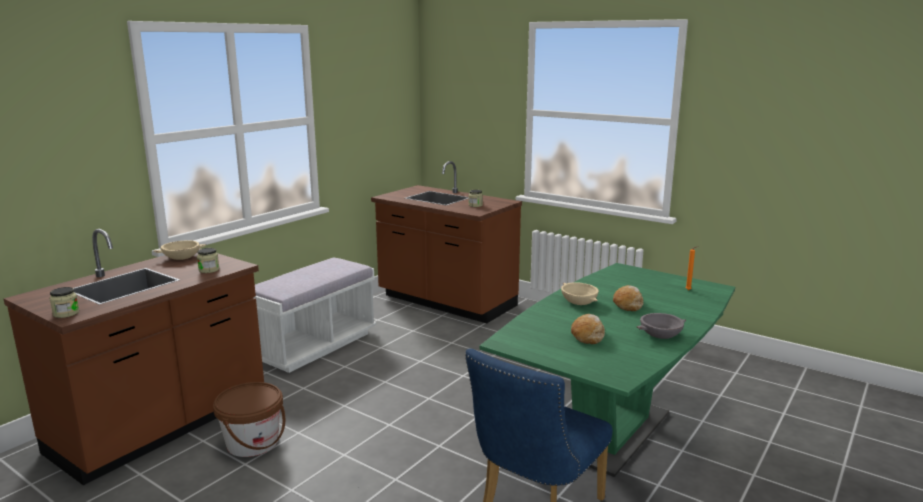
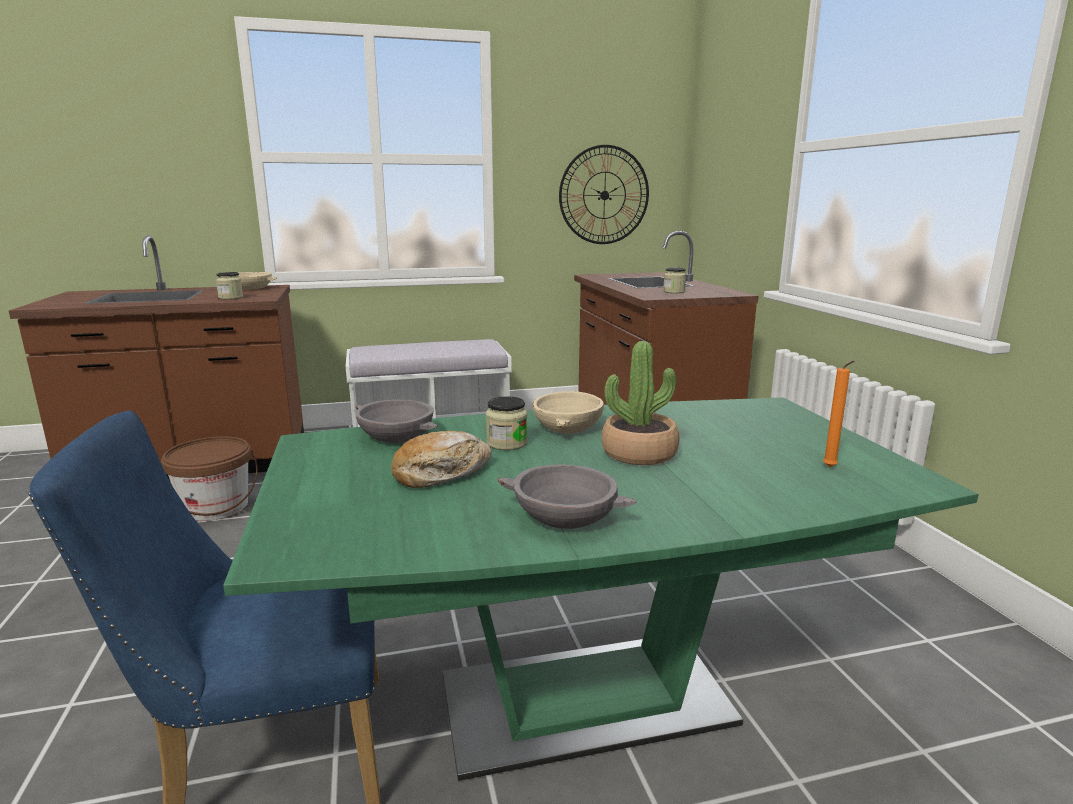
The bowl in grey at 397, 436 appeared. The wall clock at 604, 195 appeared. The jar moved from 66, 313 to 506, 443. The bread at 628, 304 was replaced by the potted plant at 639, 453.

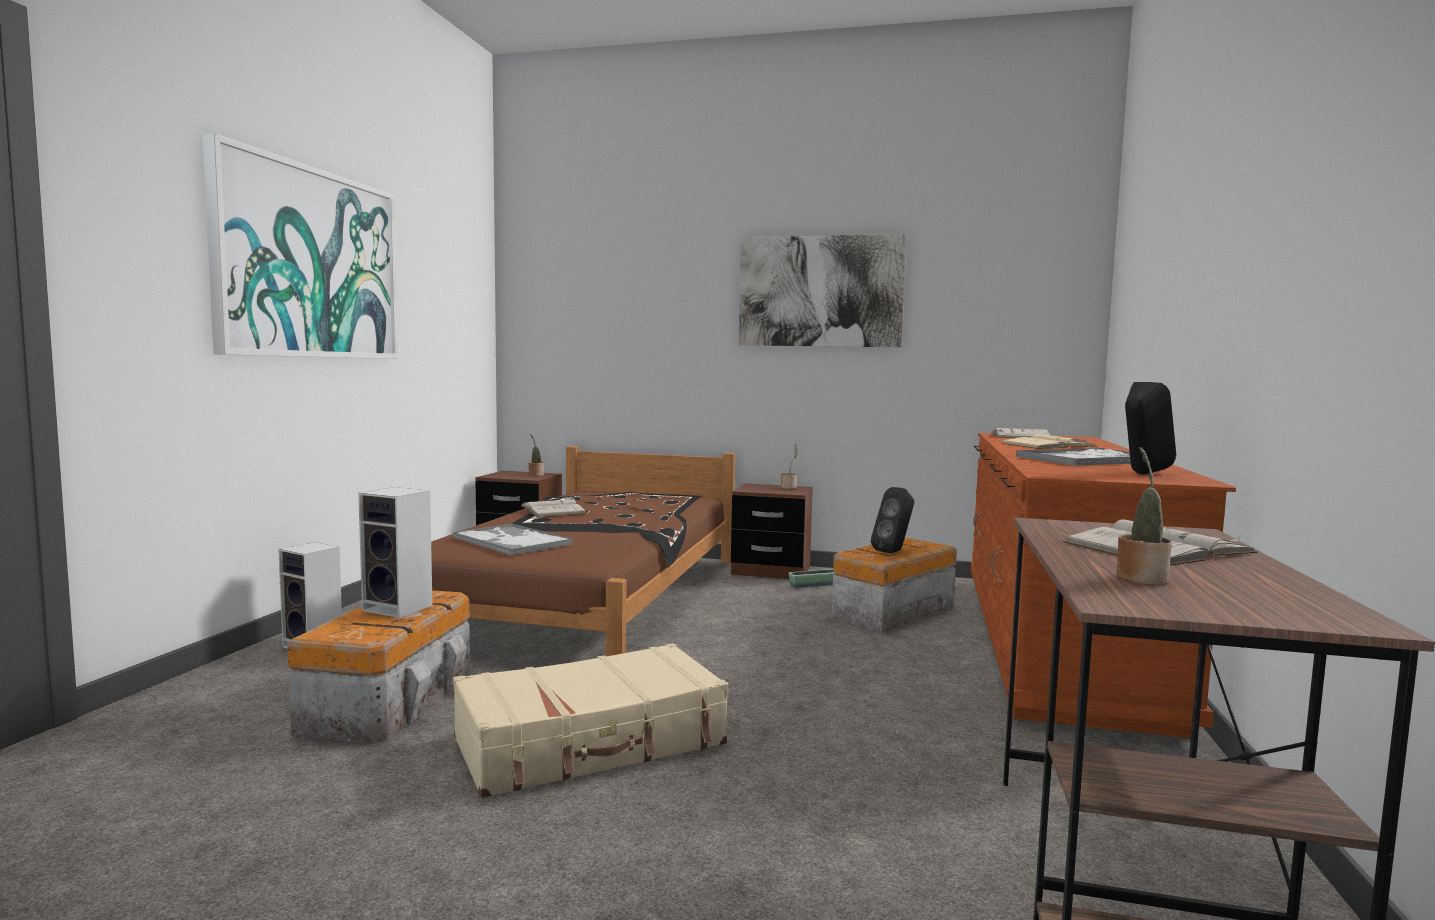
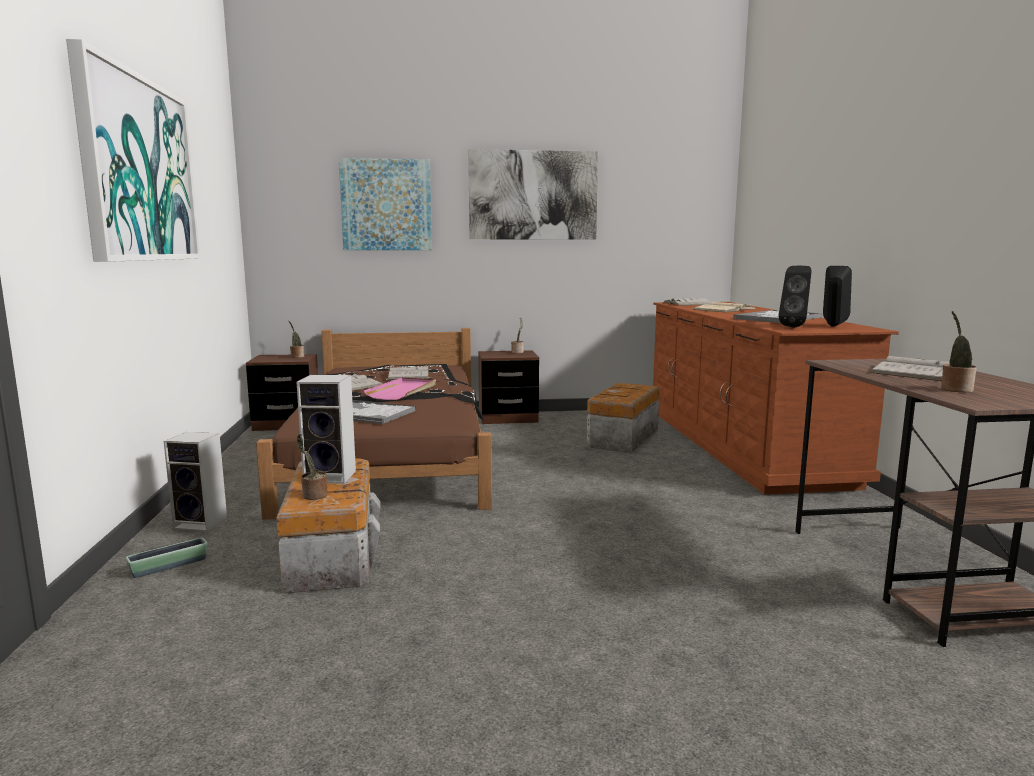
The suitcase in beige at 592, 743 disappeared. The potted plant at 313, 496 appeared. The picture at 386, 205 appeared. The tray in pink at 403, 391 appeared. The book in white at 409, 374 appeared. The planter moved from 813, 585 to 169, 566. The speaker in black moved from 894, 552 to 794, 327.

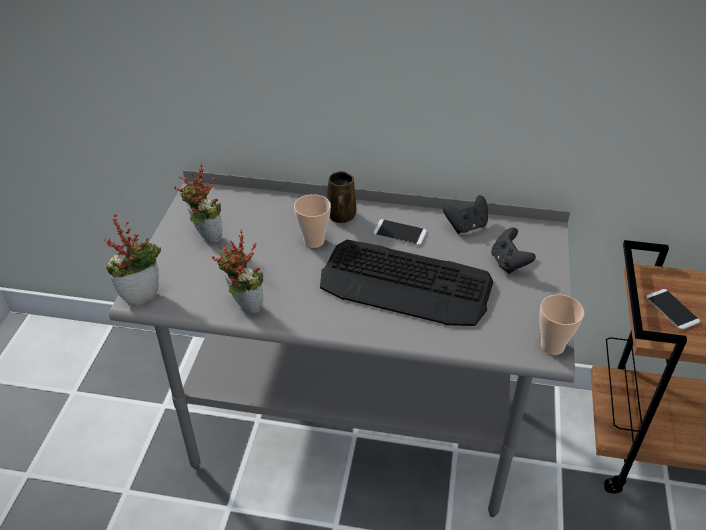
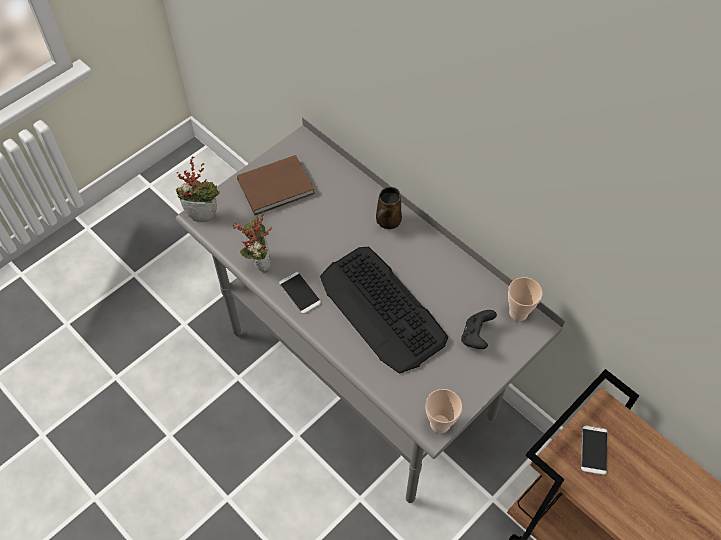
The game controller in black at 466, 226 disappeared. The cup moved from 314, 241 to 518, 313. The phone moved from 399, 233 to 300, 293. The potted plant at 205, 237 was replaced by the book in brown at 278, 187.

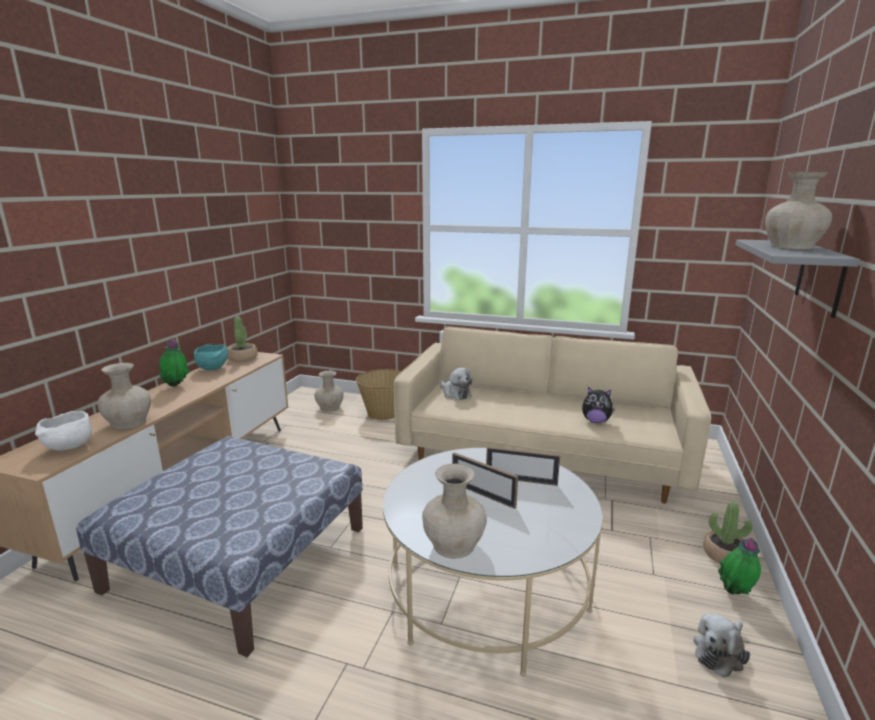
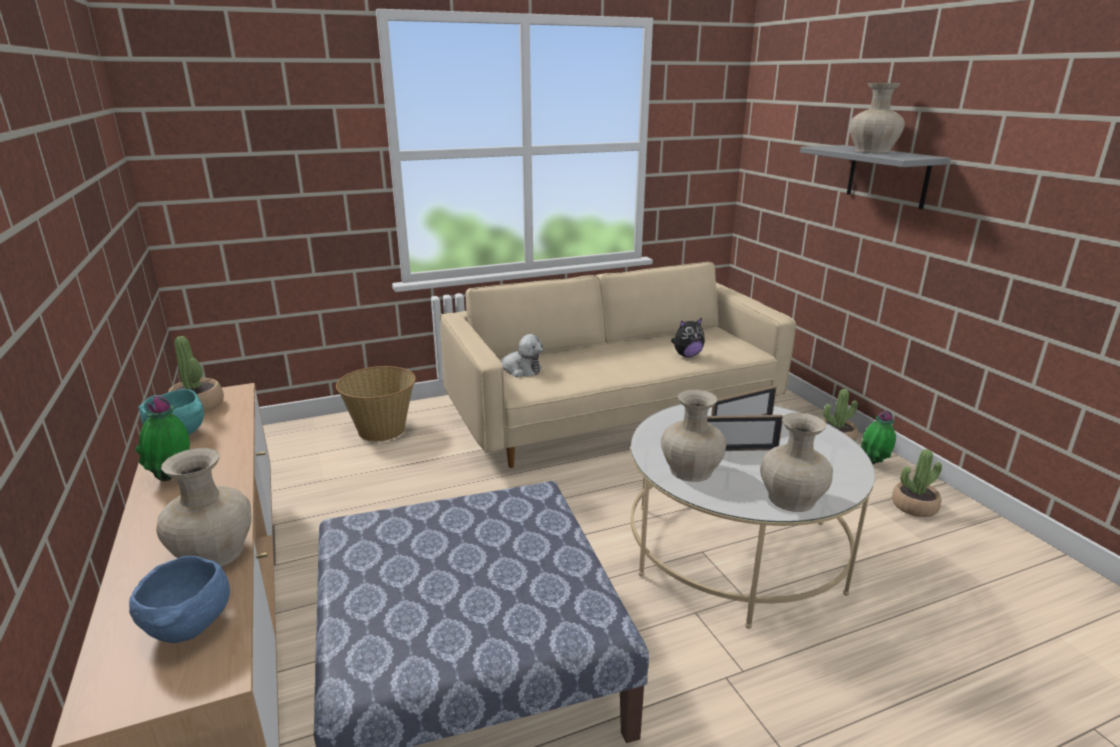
The vase in beige moved from 329, 408 to 691, 471. The plush toy at 720, 652 was replaced by the potted plant at 914, 506. The bowl in white at 69, 447 became the bowl in blue at 190, 628.

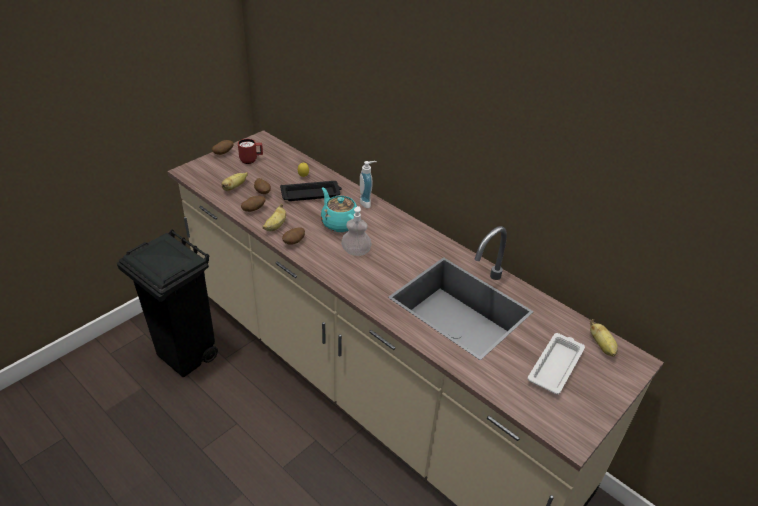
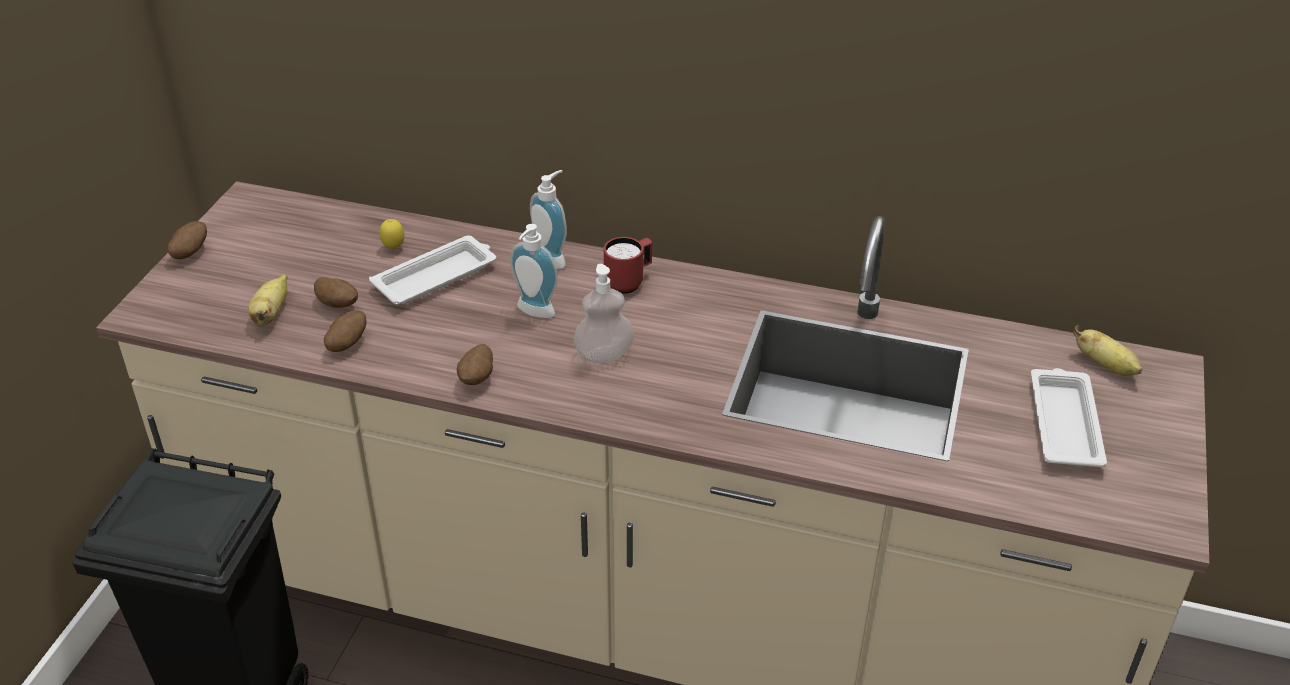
The banana at 275, 226 disappeared. The mug in red moved from 251, 160 to 629, 282. The teapot in turquoise at 339, 223 was replaced by the soap dispenser at 533, 313. The tray in black at 311, 194 became the tray in white at 437, 276.

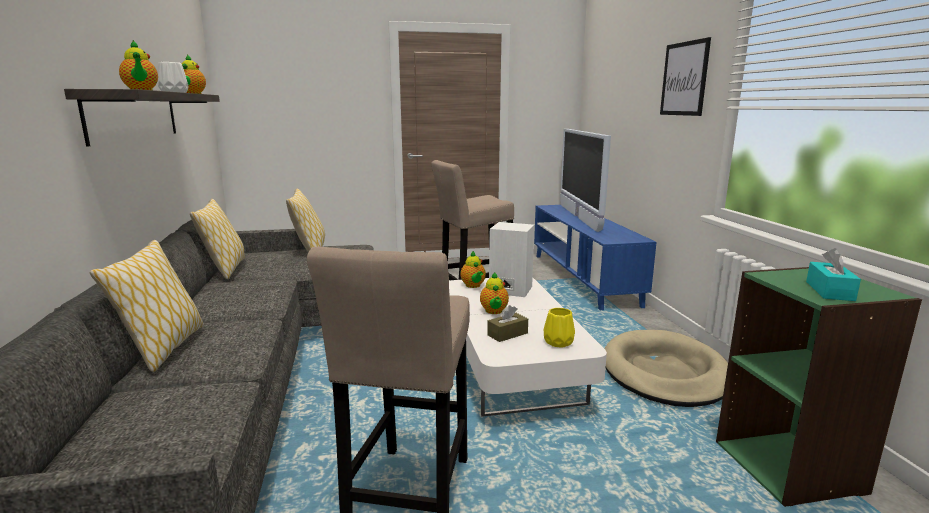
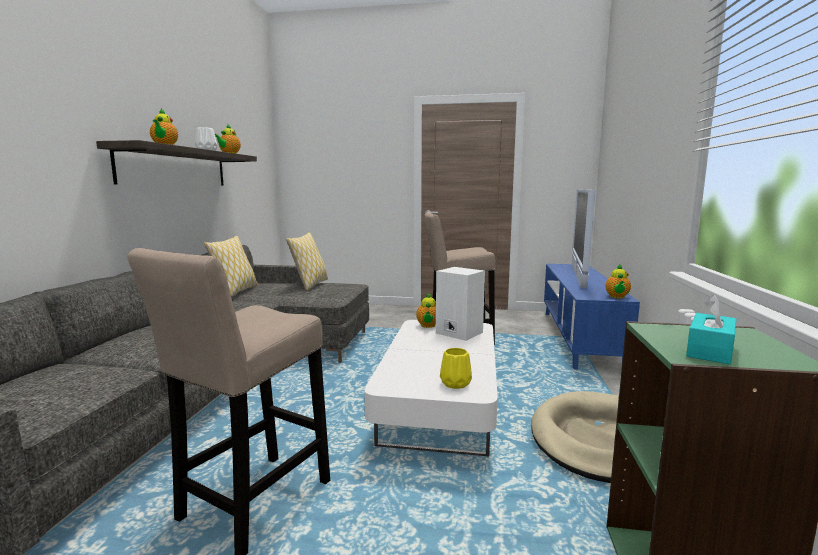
The pillow at 164, 348 disappeared. The tissue box in brown at 507, 334 disappeared. The picture at 684, 79 disappeared. The teapot moved from 494, 311 to 617, 297.

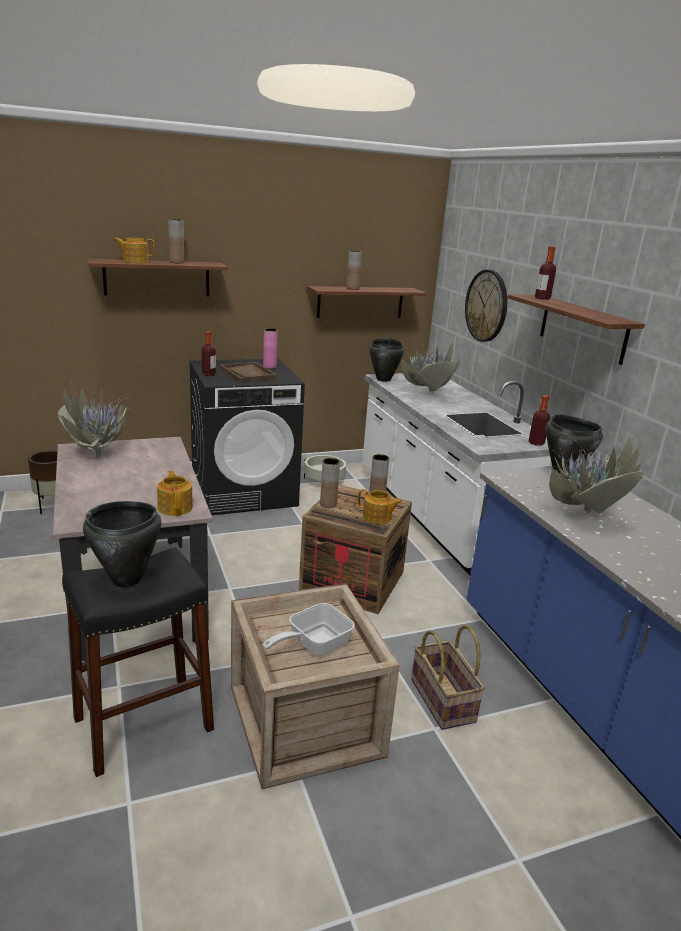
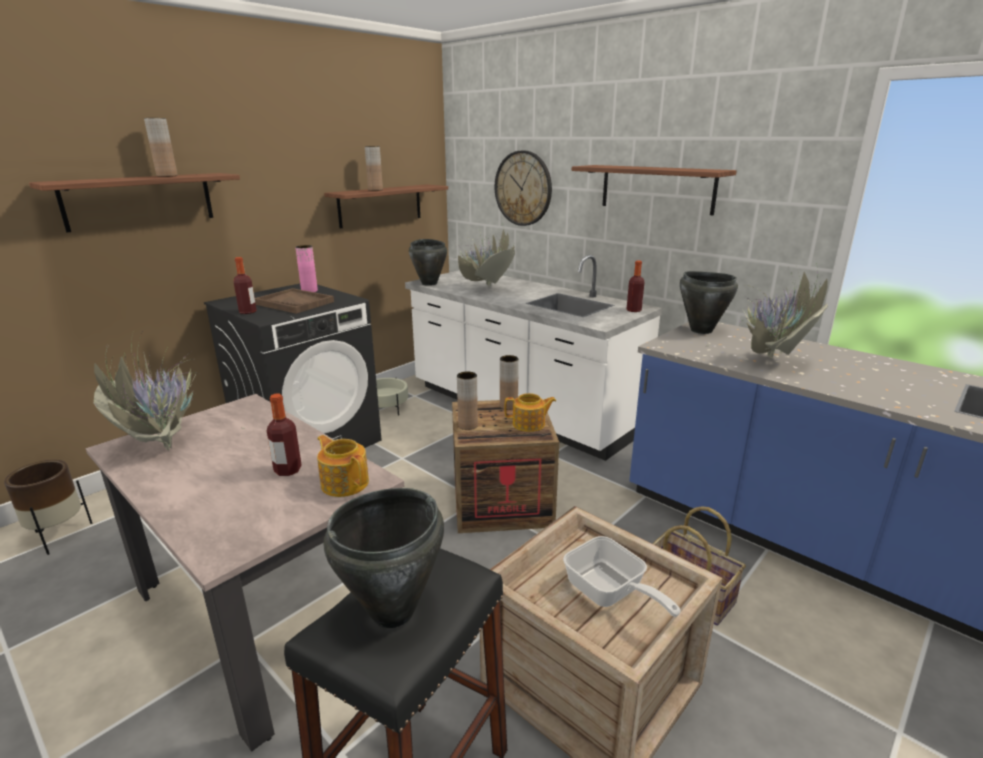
The teapot at 135, 261 disappeared. The bottle moved from 542, 298 to 288, 470. The frying pan at 313, 645 turned 60 degrees counterclockwise.

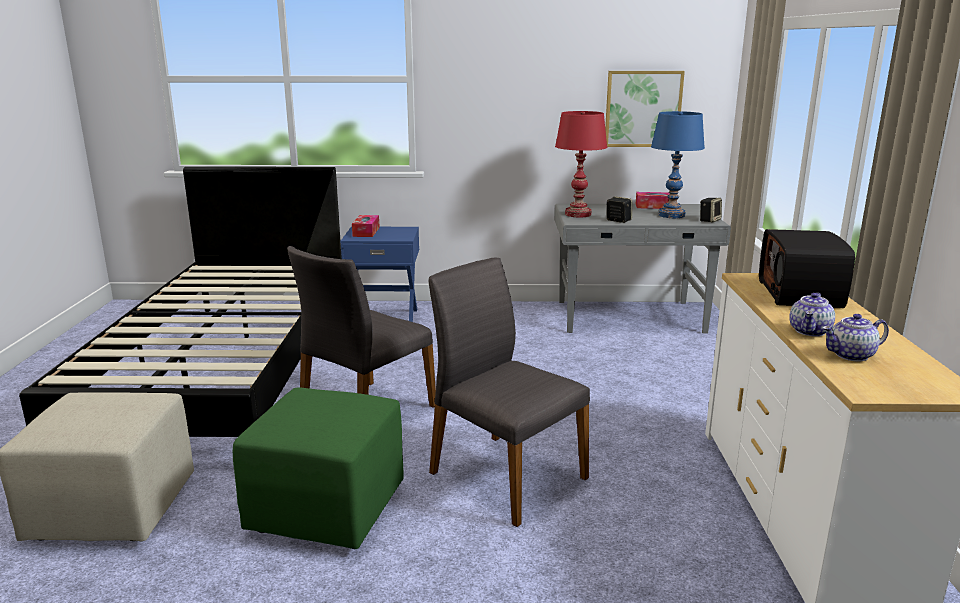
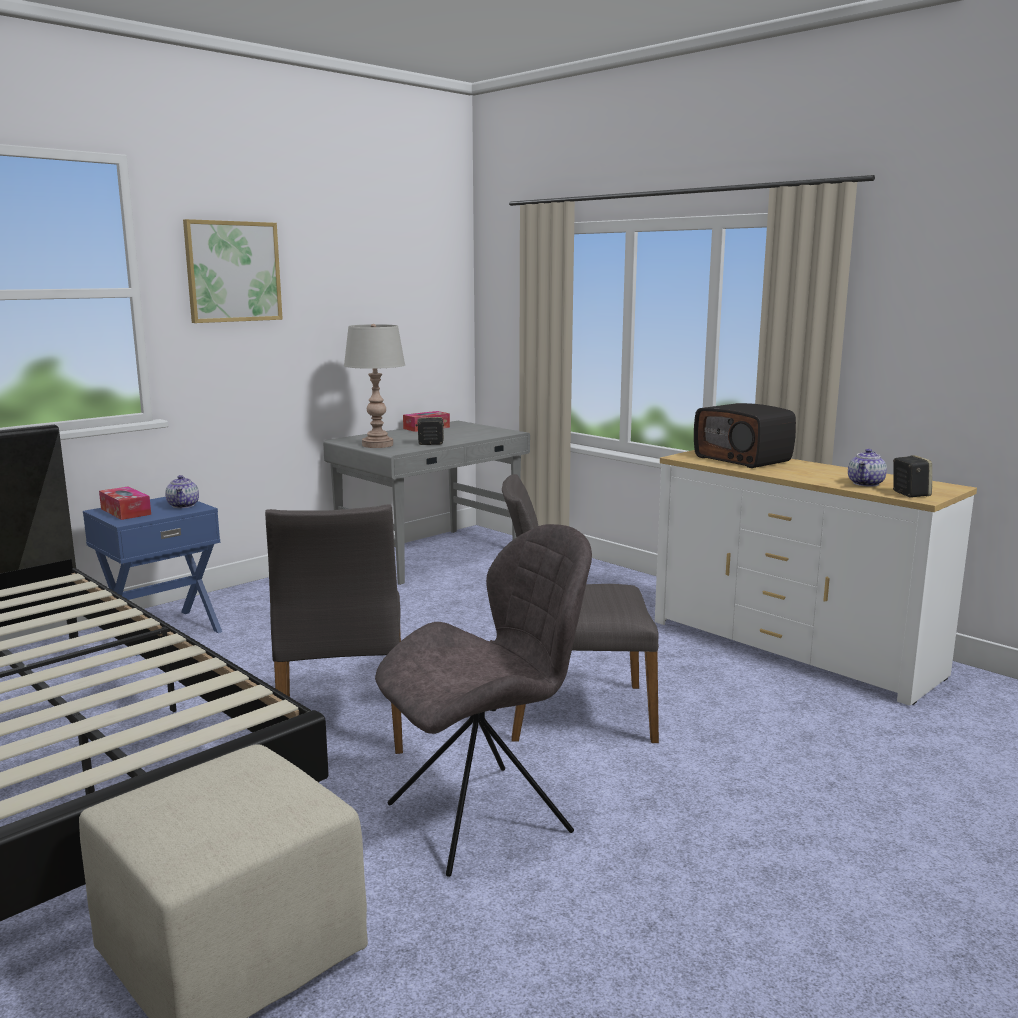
The table lamp in blue at 671, 215 disappeared. The picture moved from 643, 109 to 233, 271. The speaker moved from 709, 220 to 909, 494. The teapot moved from 810, 331 to 183, 505. The ottoman in green at 327, 510 was replaced by the chair in grey at 485, 816. The table lamp in red at 578, 214 became the table lamp in grey at 377, 445.

